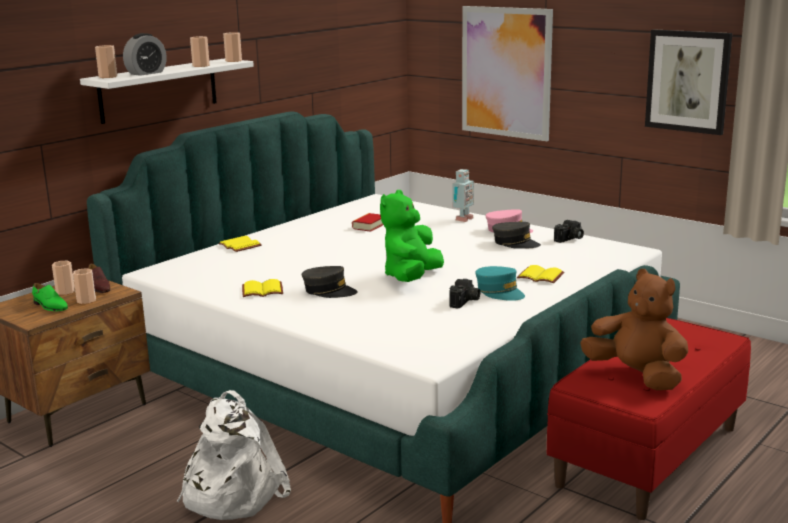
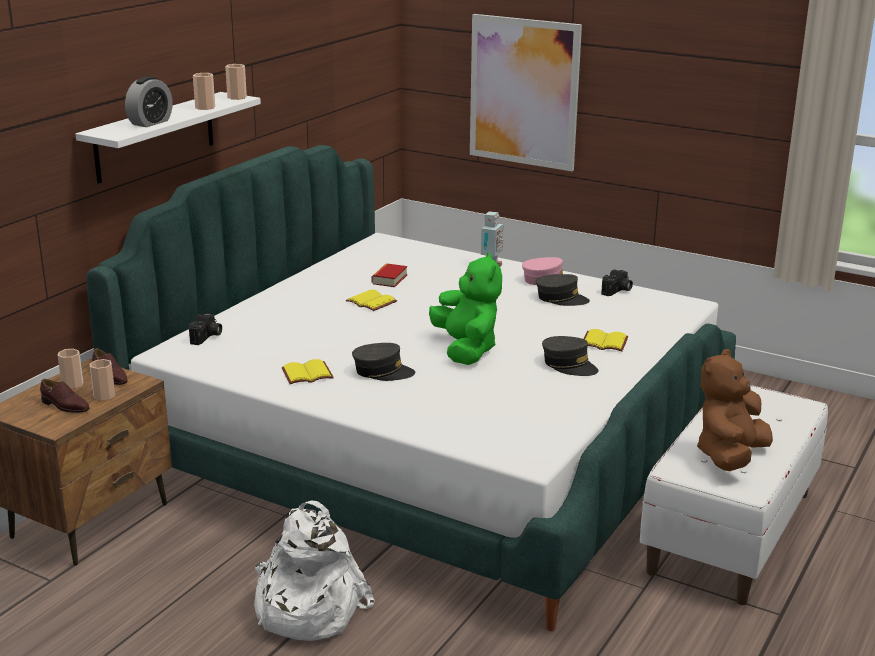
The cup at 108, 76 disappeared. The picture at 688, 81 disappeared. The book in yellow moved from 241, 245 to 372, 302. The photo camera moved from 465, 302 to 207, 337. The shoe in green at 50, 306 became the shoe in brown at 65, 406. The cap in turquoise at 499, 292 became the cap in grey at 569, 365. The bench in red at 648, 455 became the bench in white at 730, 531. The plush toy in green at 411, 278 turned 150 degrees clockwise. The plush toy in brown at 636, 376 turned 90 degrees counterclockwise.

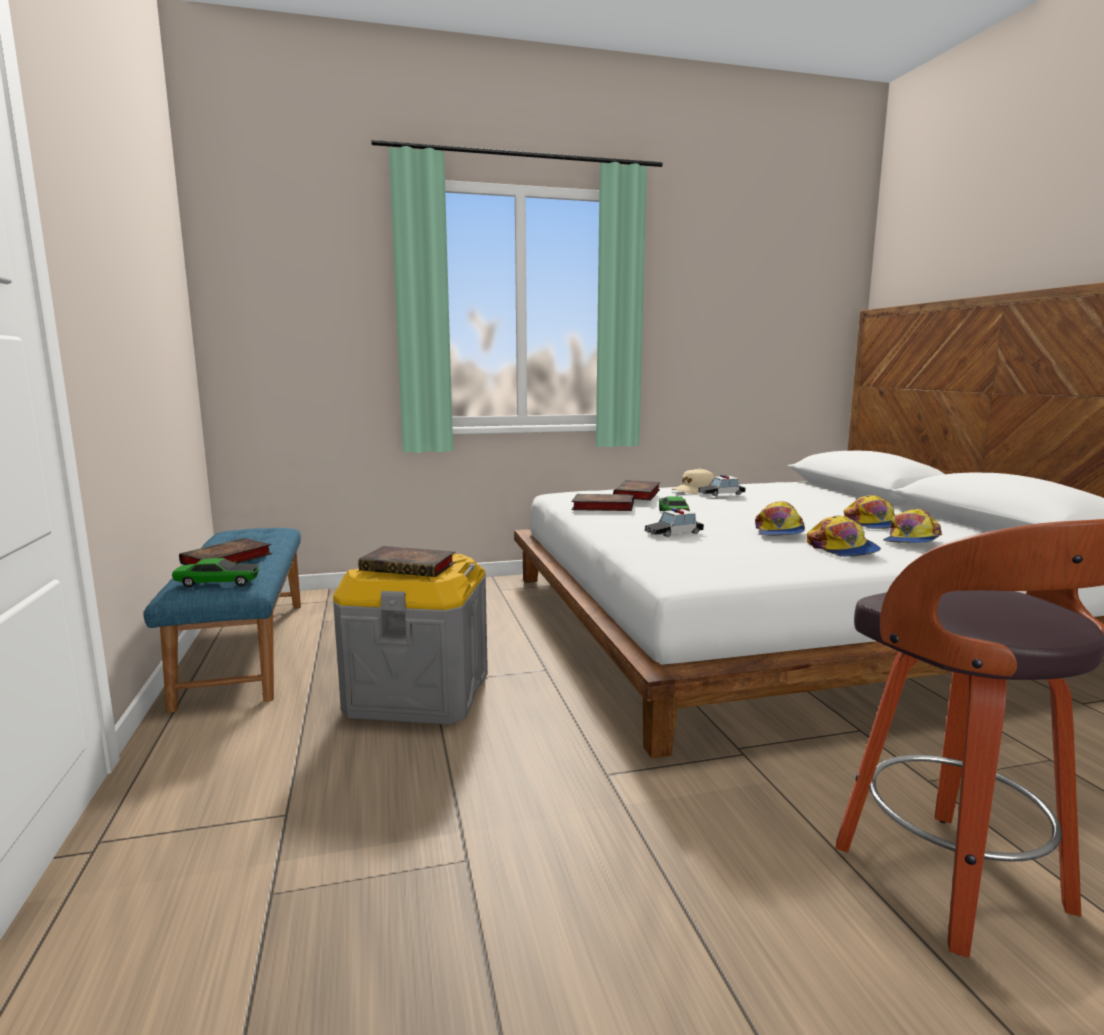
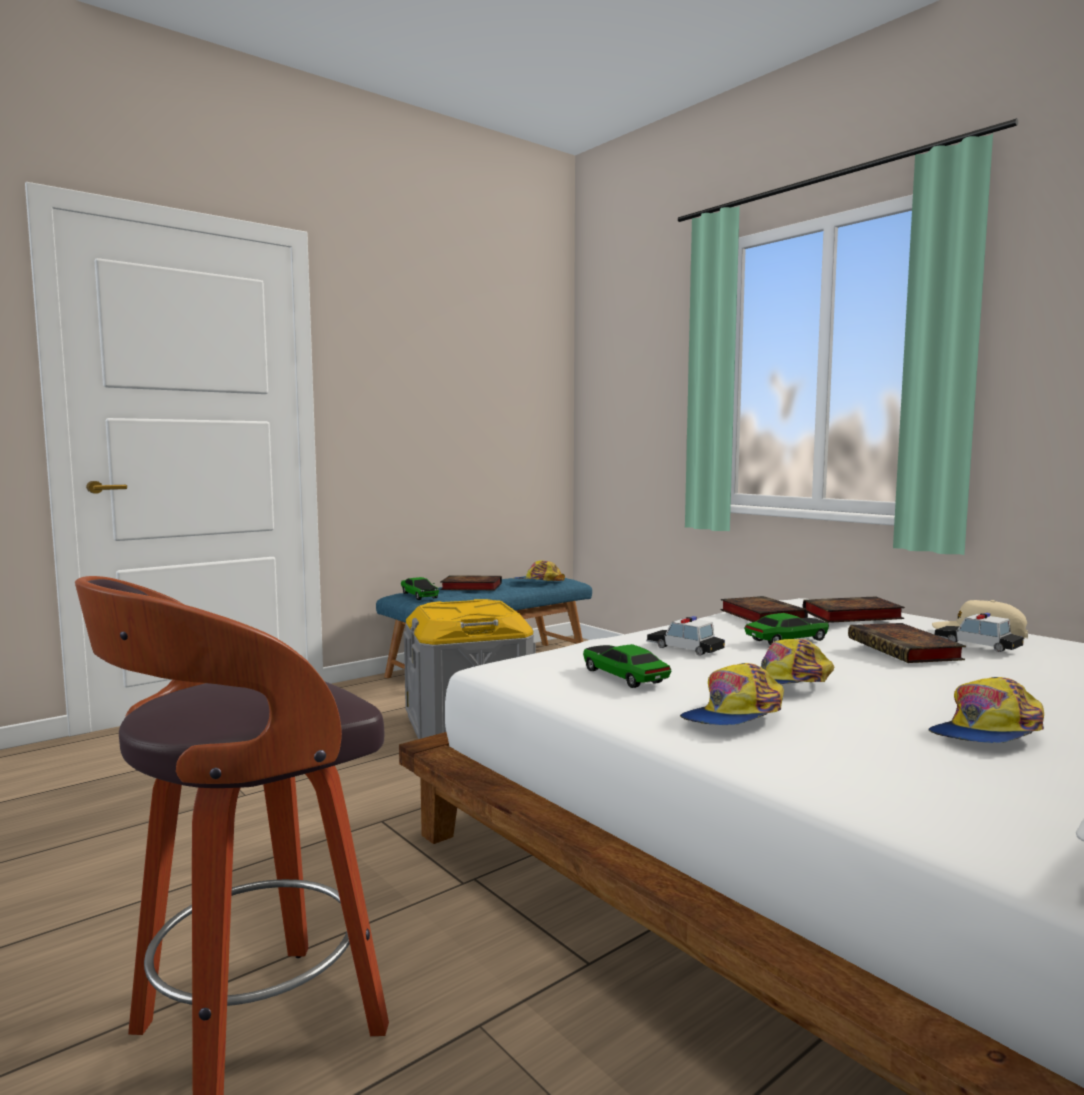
The toy car at 625, 677 appeared. The book moved from 411, 567 to 906, 650. The cap moved from 911, 540 to 538, 582.

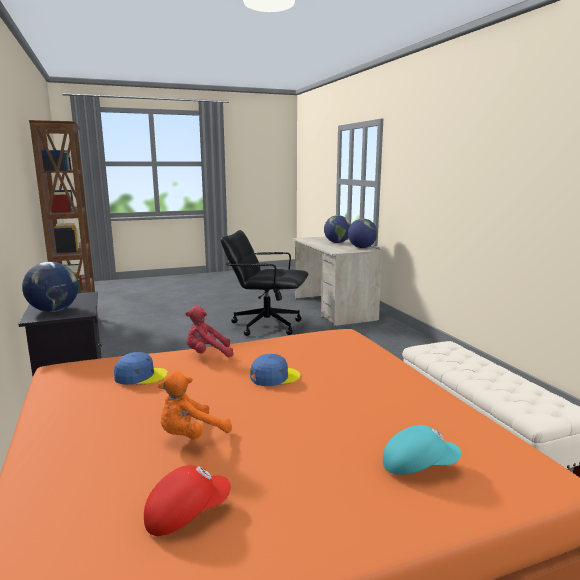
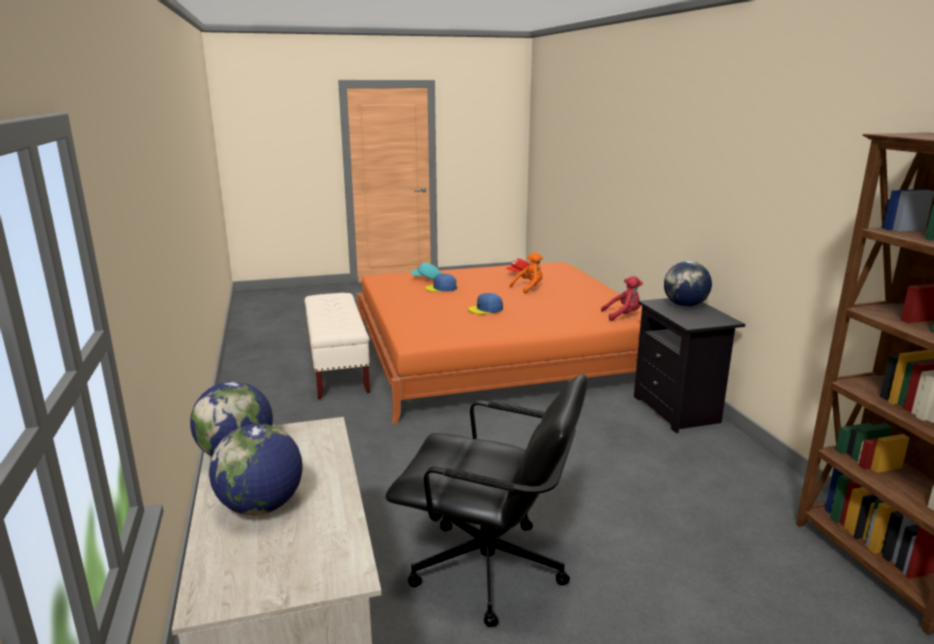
The cap in blue moved from 140, 376 to 441, 288. The plush toy in red moved from 207, 354 to 623, 315.

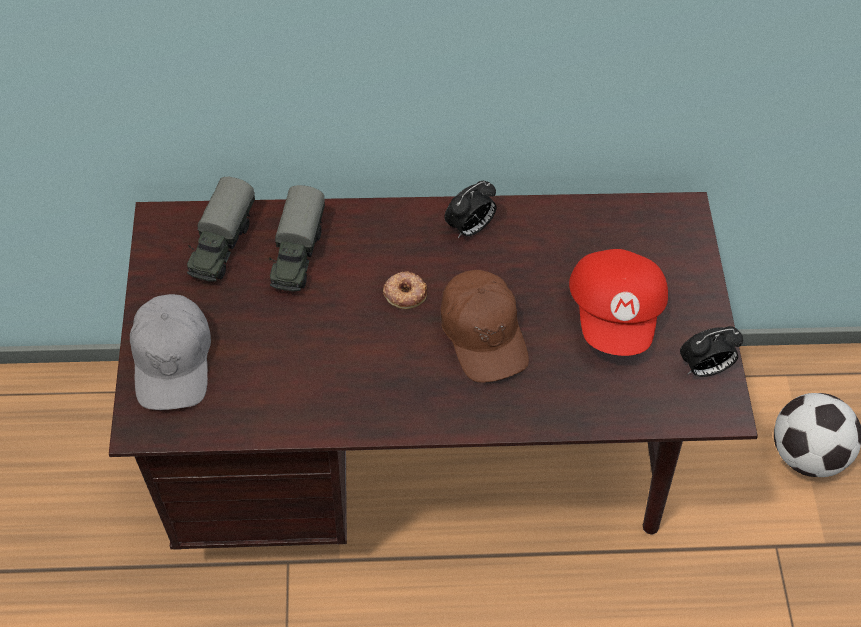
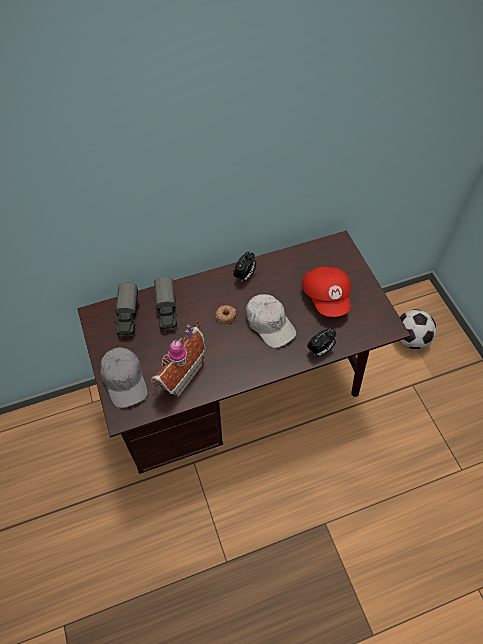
The toy house at 178, 375 appeared. The alarm clock moved from 703, 368 to 320, 350. The cap in brown at 483, 332 became the cap in white at 269, 324.

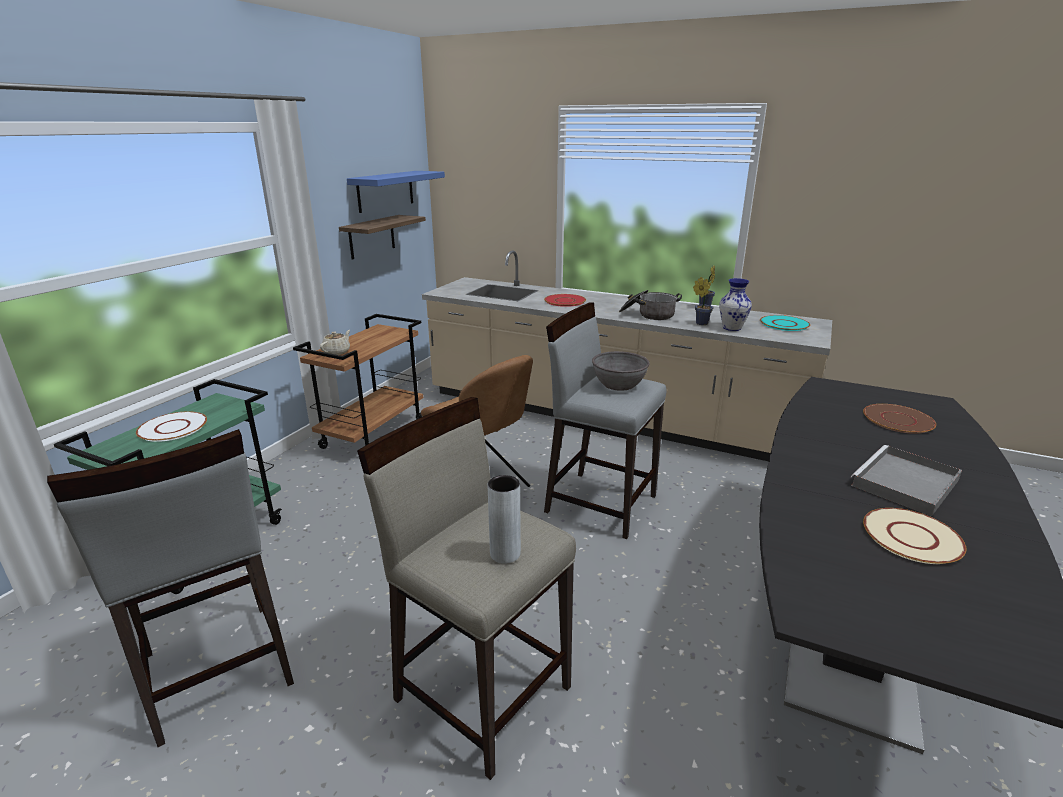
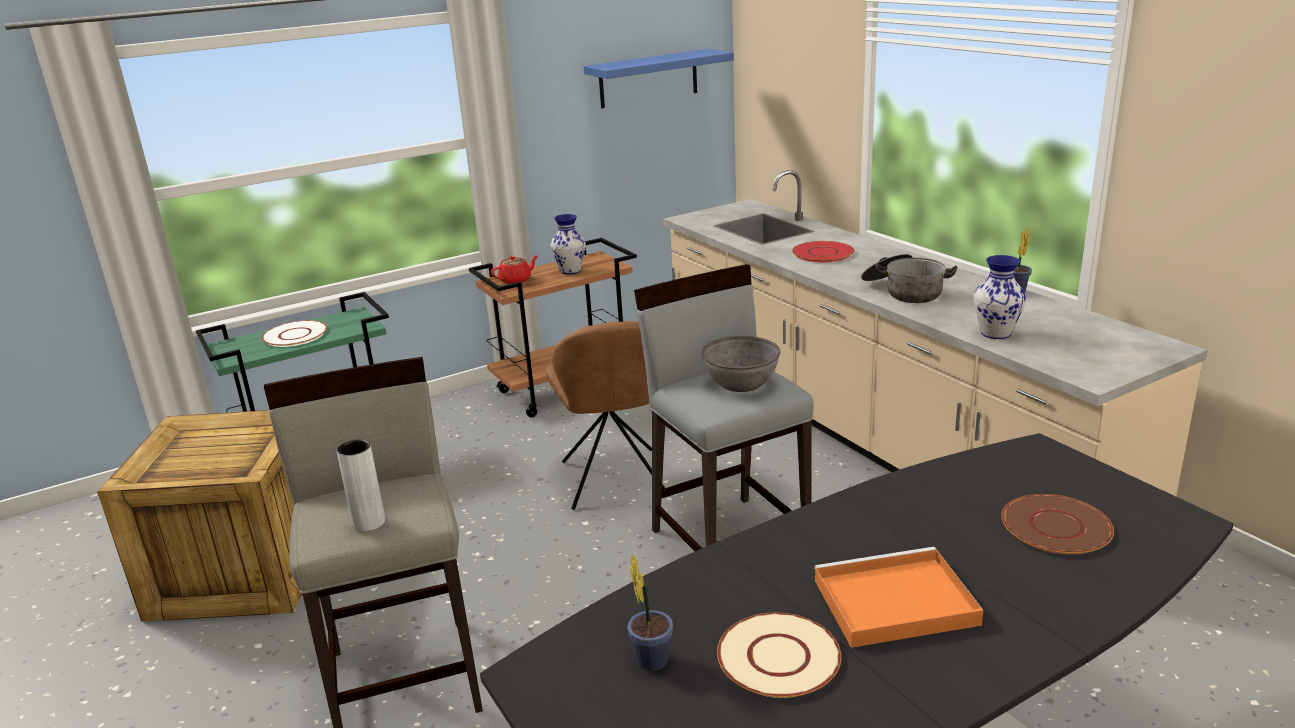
The shelf at 372, 237 disappeared. The plate in turquoise at 784, 324 disappeared. The vase at 570, 271 appeared. The potted plant moved from 700, 323 to 651, 657. The stool in grey at 216, 670 was replaced by the crate at 240, 572. The teapot in beige at 337, 352 became the teapot in red at 516, 280. The tray in grey at 905, 484 became the tray in orange at 892, 603.

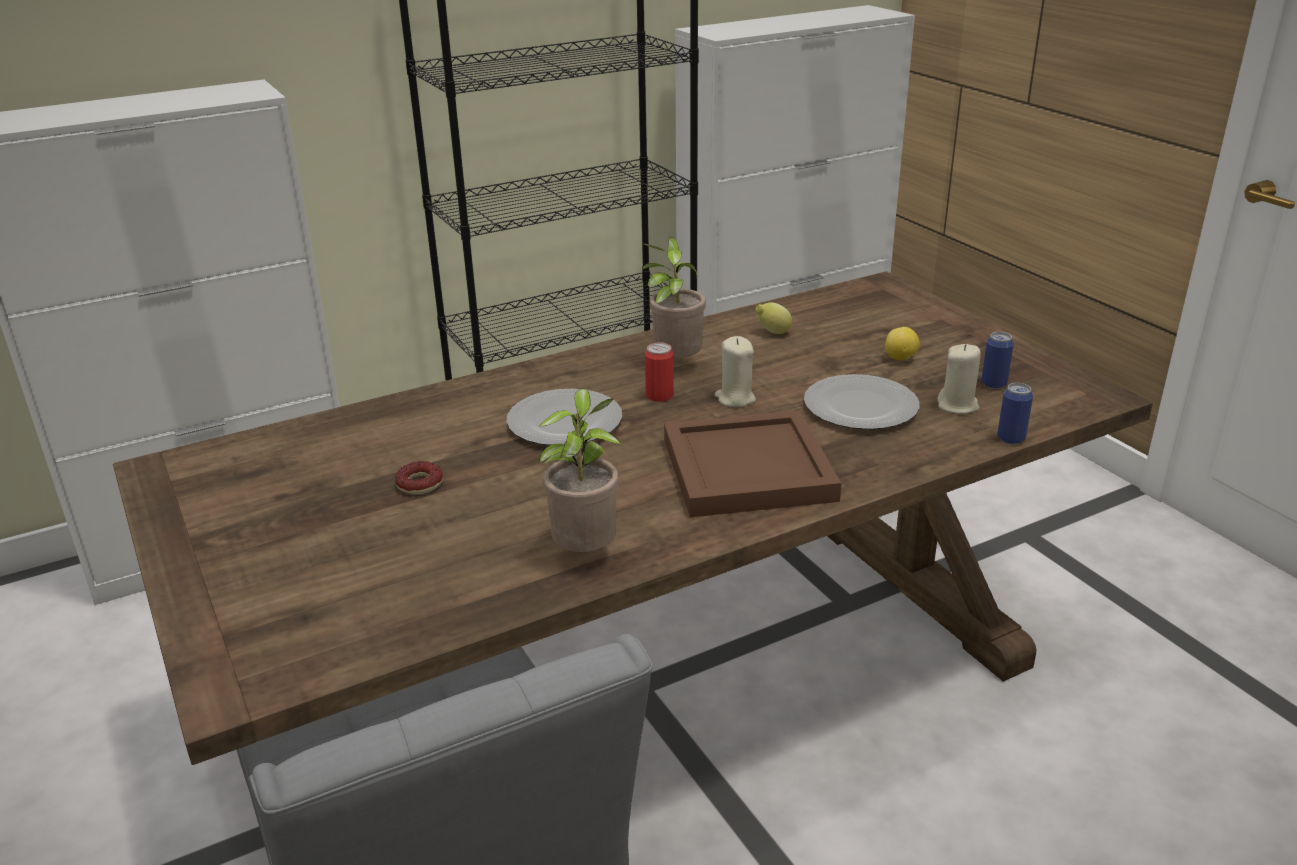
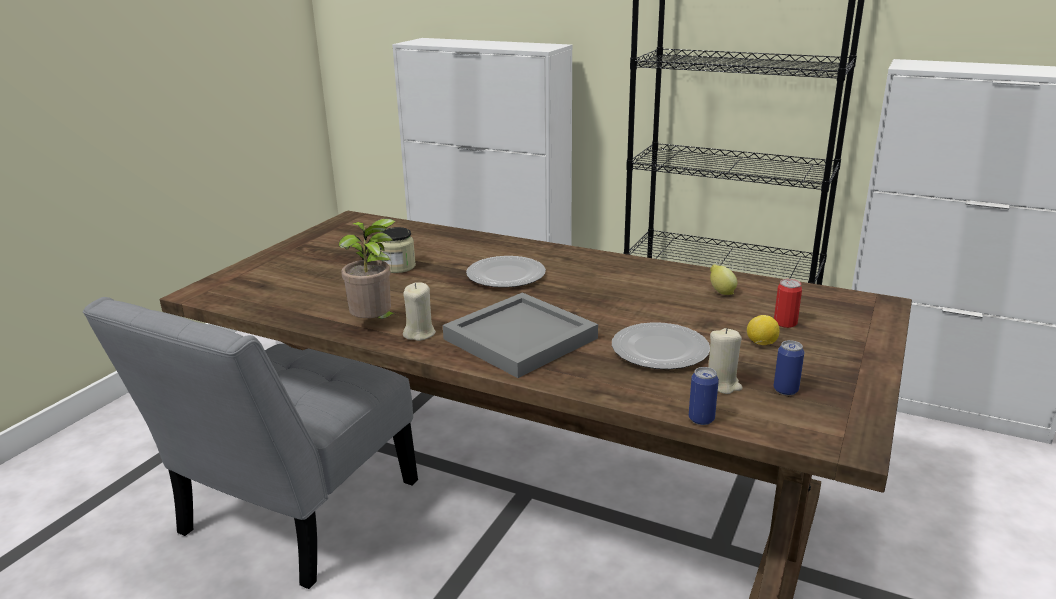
The potted plant at 674, 365 disappeared. The can moved from 659, 395 to 785, 323. The candle in beige moved from 735, 399 to 419, 333. The donut at 419, 484 was replaced by the jar at 398, 266. The tray in brown at 746, 471 became the tray in grey at 517, 338.

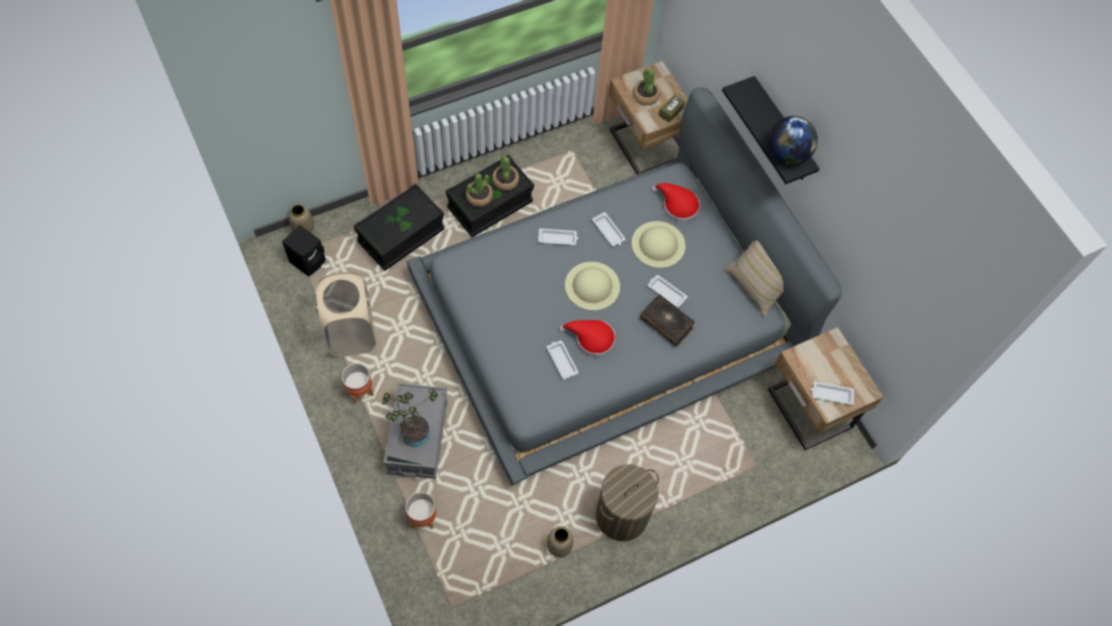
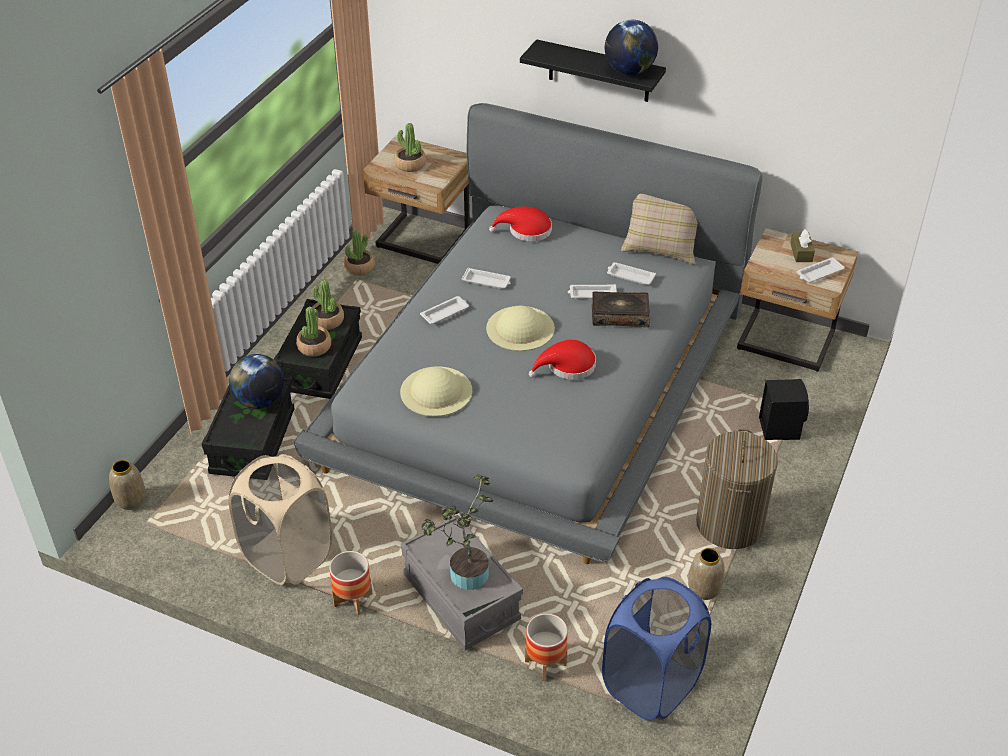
The globe at 260, 401 appeared. The potted plant at 359, 267 appeared. The laundry basket in blue at 651, 685 appeared. The speaker in black moved from 309, 260 to 779, 428. The tray in white moved from 561, 360 to 630, 276. The hat in beige moved from 658, 244 to 436, 391. The tissue box in brown moved from 671, 111 to 801, 252.

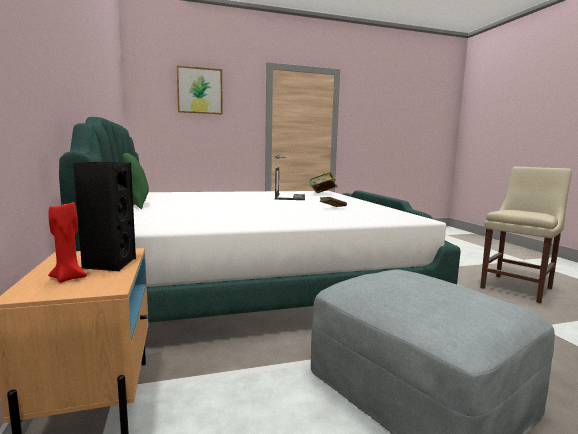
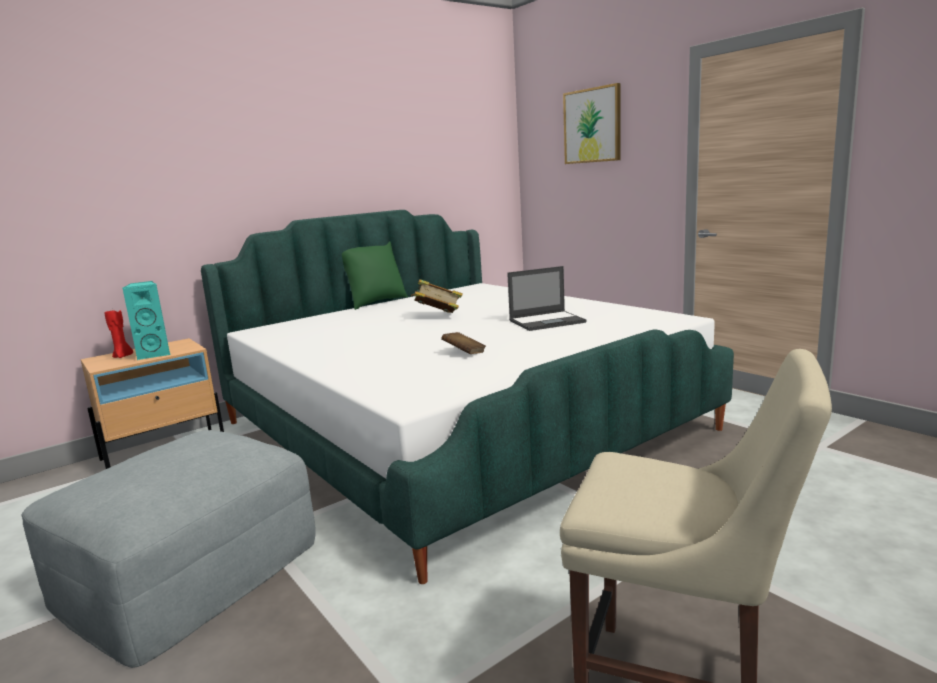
The book moved from 323, 194 to 437, 316. The speaker in black at 109, 264 became the speaker in turquoise at 155, 354.

